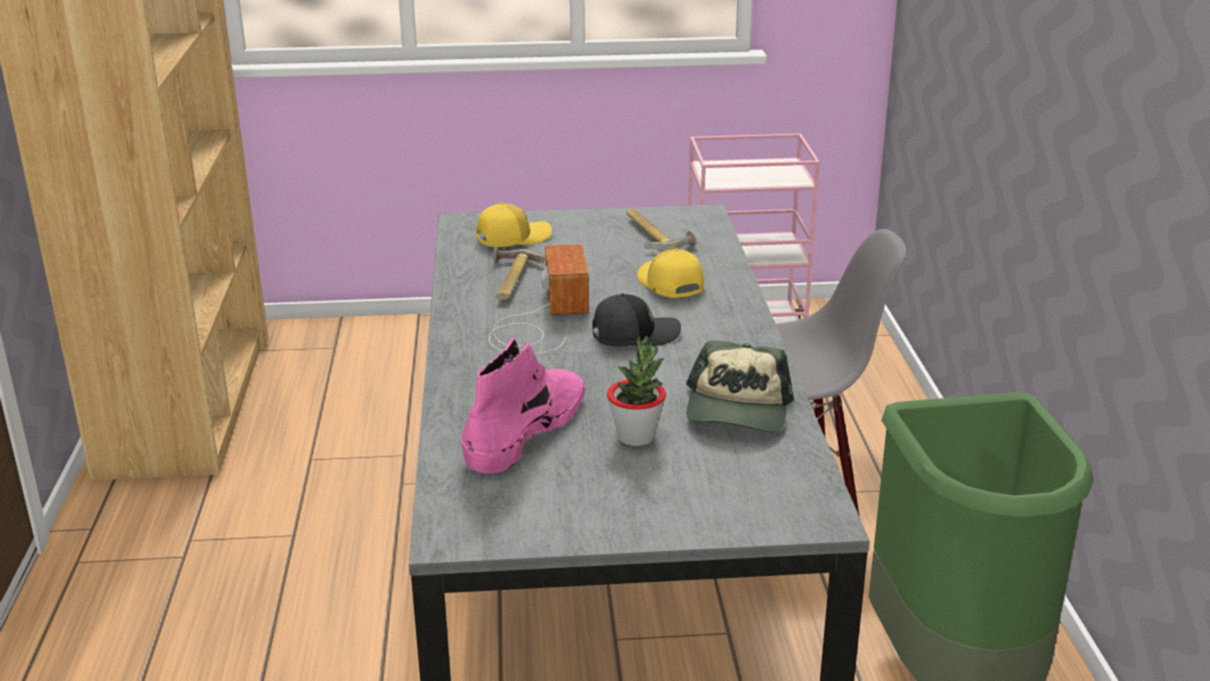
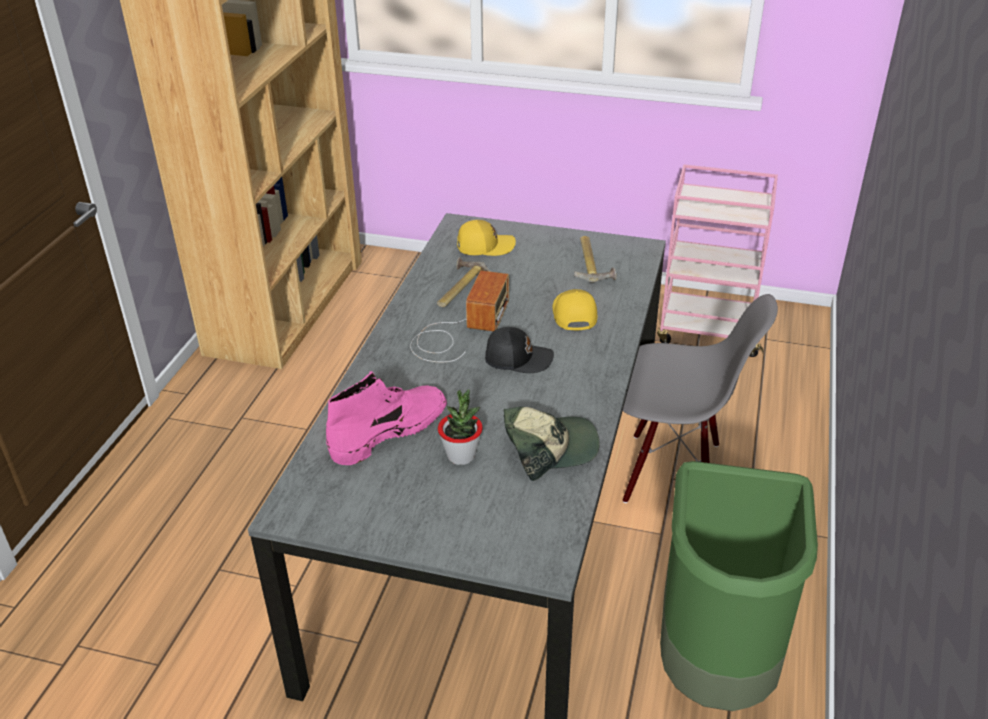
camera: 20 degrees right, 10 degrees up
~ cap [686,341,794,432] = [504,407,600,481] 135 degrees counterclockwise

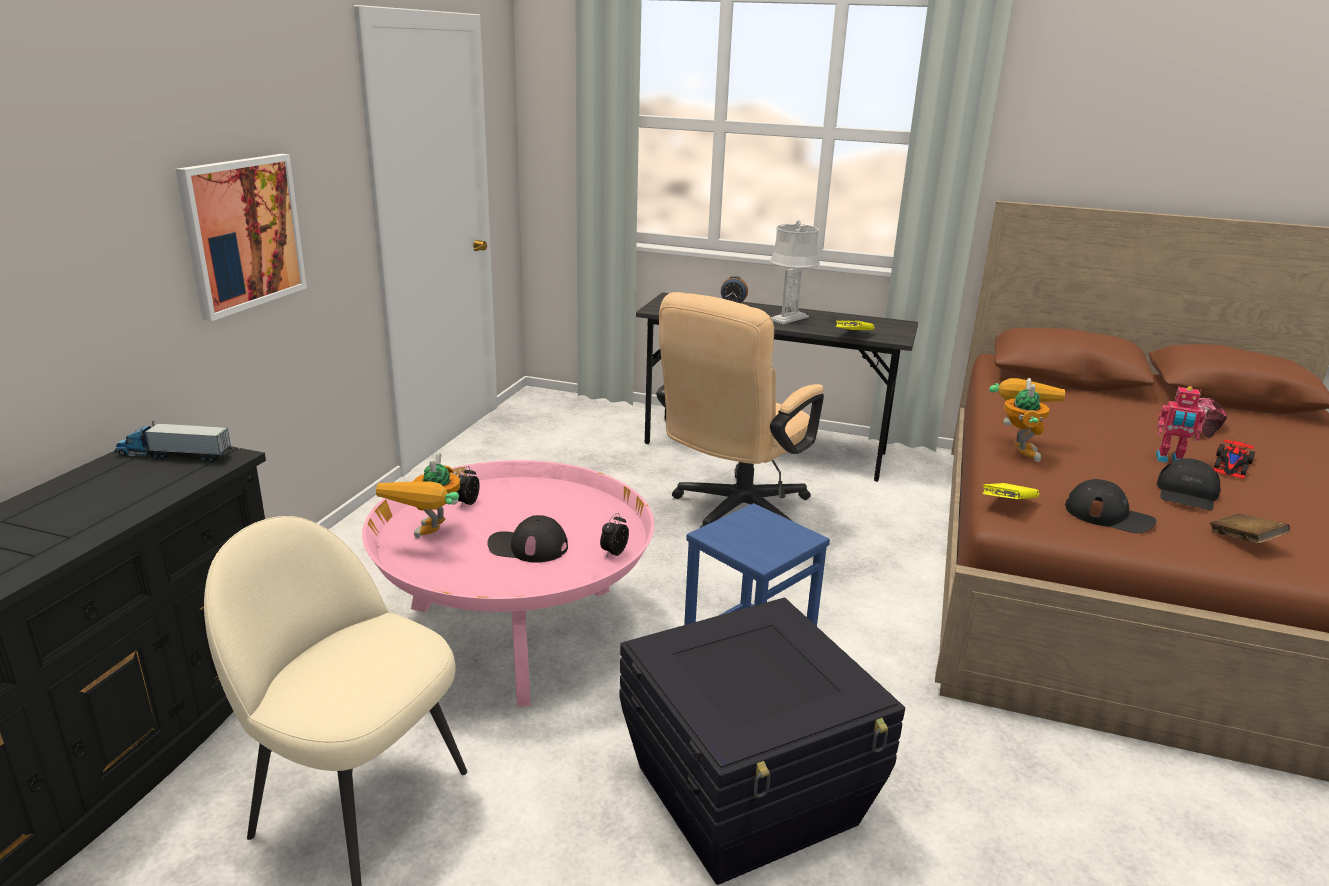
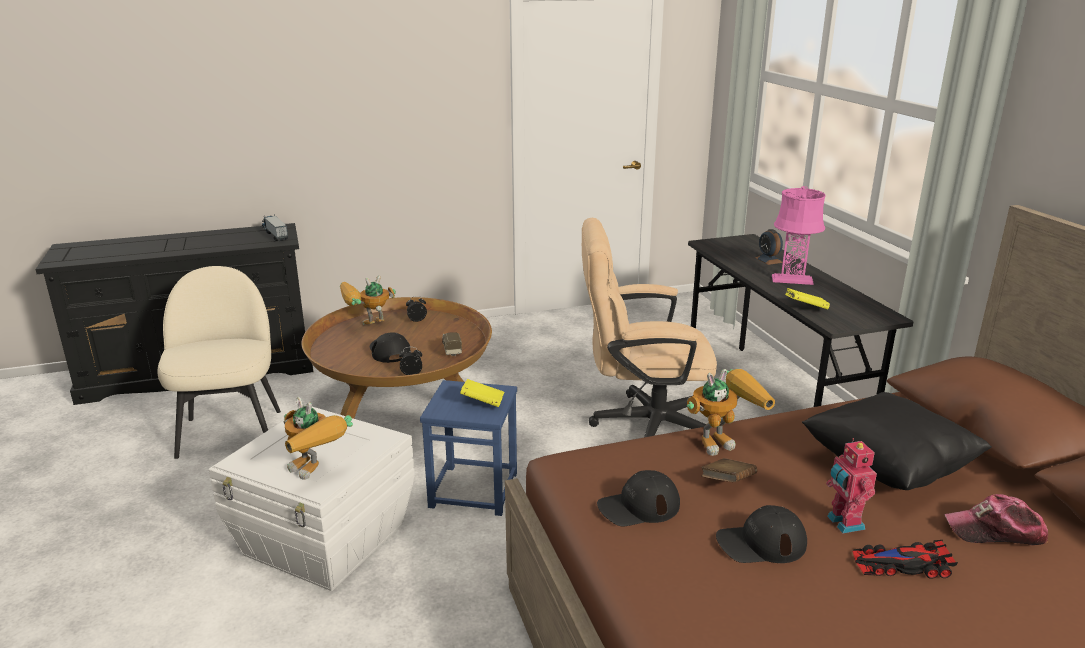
camera: 55 degrees right, 0 degrees up
~ storage box/black [619,598,905,885] to storage box/white [209,407,415,591]
+ toy robot [284,397,353,480]
~ coffee table/pink [362,460,654,707] to coffee table/brown [302,297,492,419]
+ toy truck [442,332,462,356]
~ book/yellow [982,483,1039,499] to [460,379,505,407]
~ cap/black [1065,479,1157,533] = [597,470,680,526] 75 degrees clockwise
~ book/brown [1210,514,1290,544] to [701,458,758,482]
~ table lamp/grey [770,220,820,324] to table lamp/pink [772,186,826,285]
+ pillow/black [802,392,992,490]
- picture [176,154,307,321]

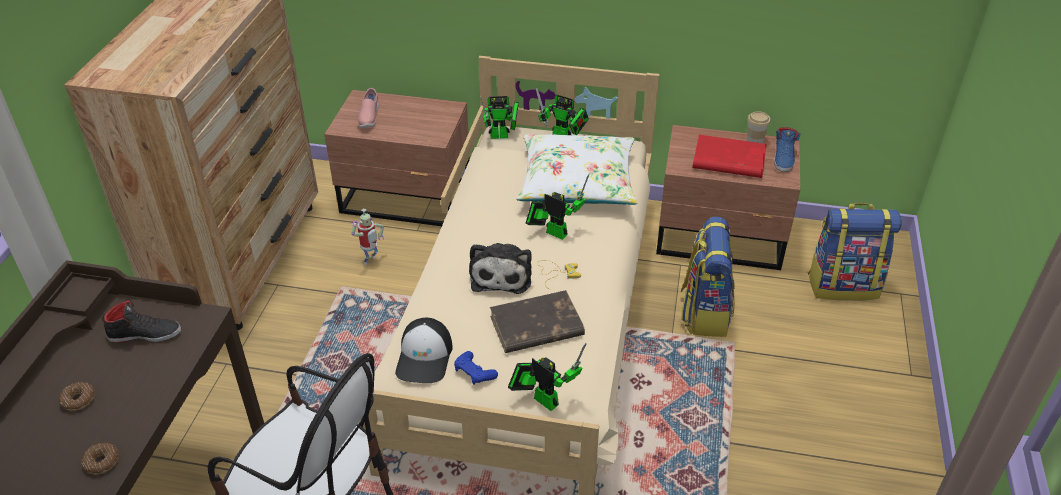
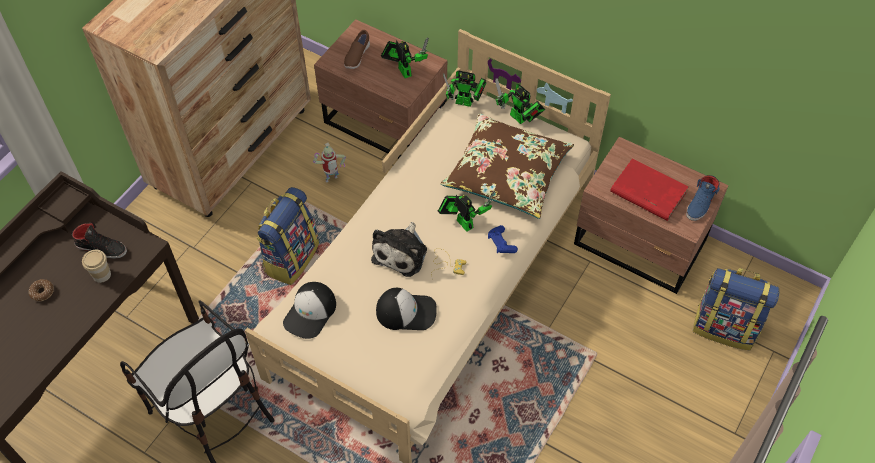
camera: 20 degrees right, 15 degrees up
~ cup [747,111,770,143] to [82,250,111,283]
~ backpack [681,217,735,337] to [256,187,319,285]
~ shoe/pink [358,88,379,128] to shoe/brown [344,30,370,69]
~ book/brown [490,290,585,353] to cap [376,288,437,330]
~ toy robot [508,343,587,411] to [381,37,429,78]
~ pillow/white [516,134,637,205] to pillow/brown [440,113,574,219]
~ game controller/blue [454,351,498,385] to [488,225,518,253]
- donut [81,443,119,474]

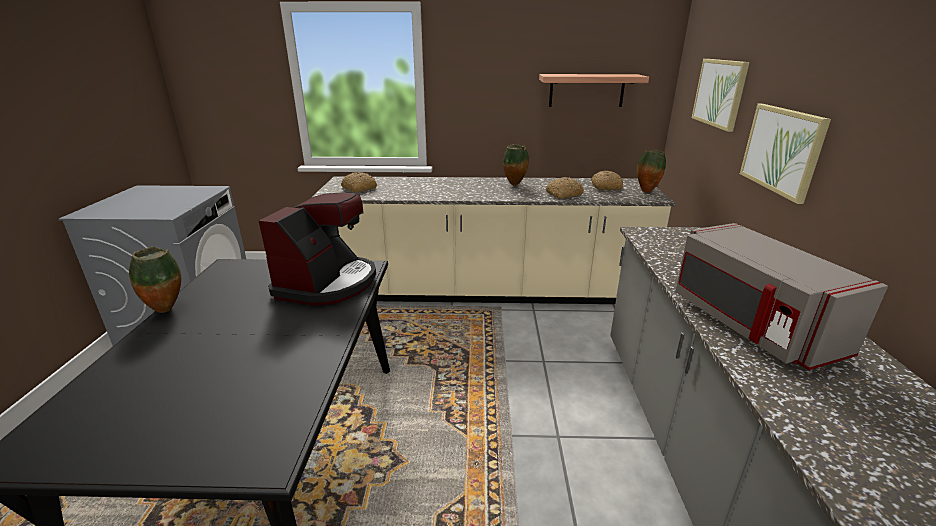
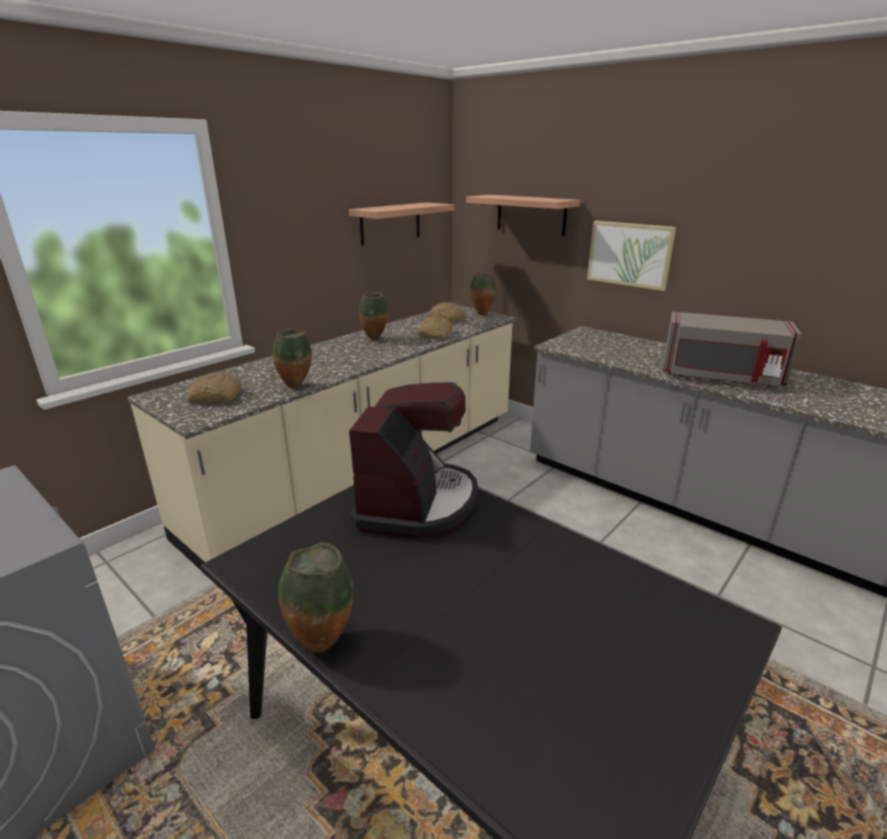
camera: 50 degrees left, 0 degrees up
+ vase [273,328,312,388]
~ coffee machine [259,192,376,306] = [349,382,478,538] 45 degrees clockwise
~ picture [692,59,750,132] to shelf [466,195,580,236]

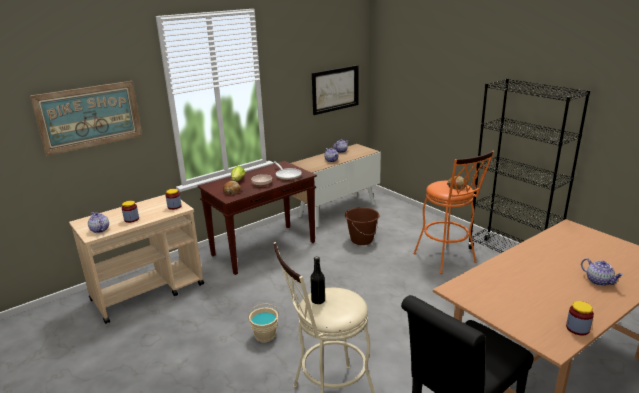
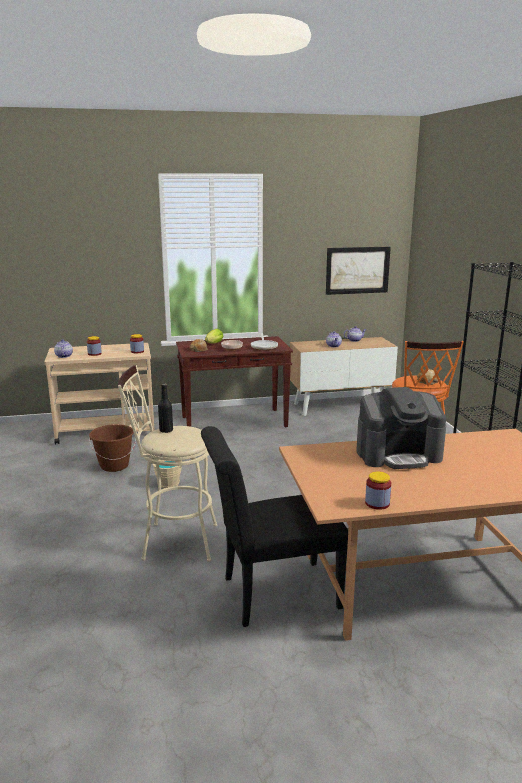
camera: 25 degrees right, 5 degrees down
~ bucket/brown [345,207,379,245] to [89,424,136,472]
+ coffee machine [356,387,446,469]
- picture [30,81,142,156]
- teapot [581,258,624,286]

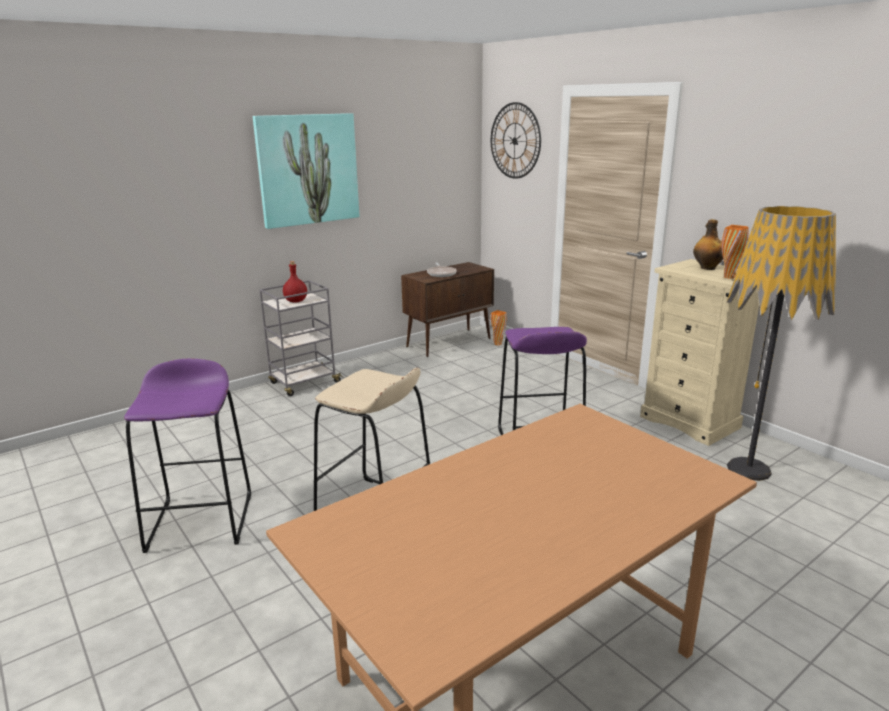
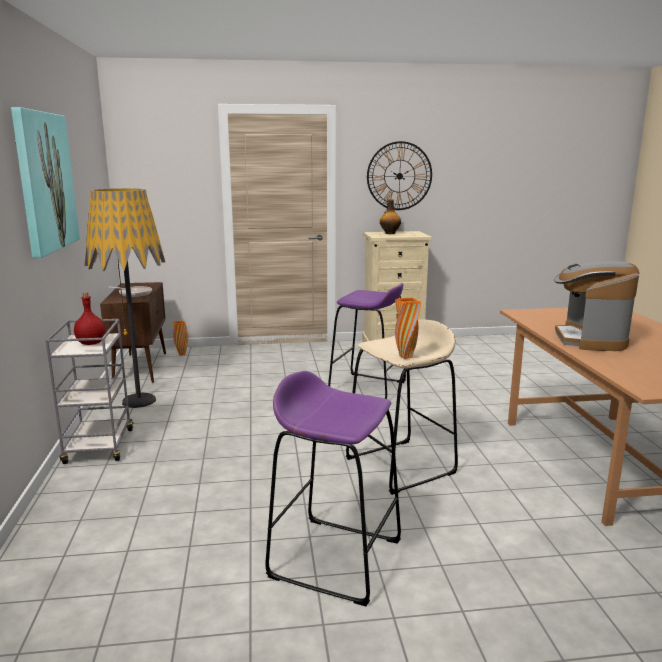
camera: 60 degrees left, 5 degrees down
~ floor lamp [727,206,836,481] to [84,188,165,408]
~ wall clock [491,102,541,179] to [367,141,432,210]
~ vase/orange [722,225,749,279] to [395,297,421,359]
+ coffee machine [554,261,640,351]

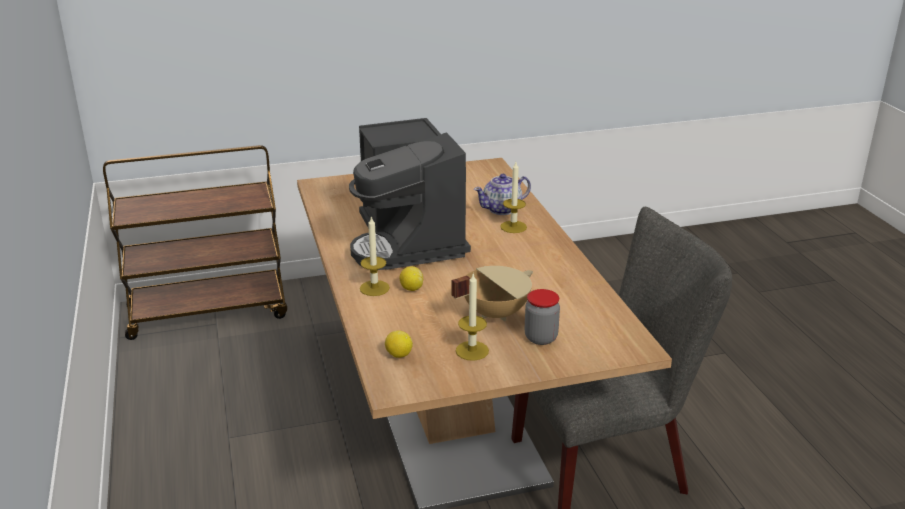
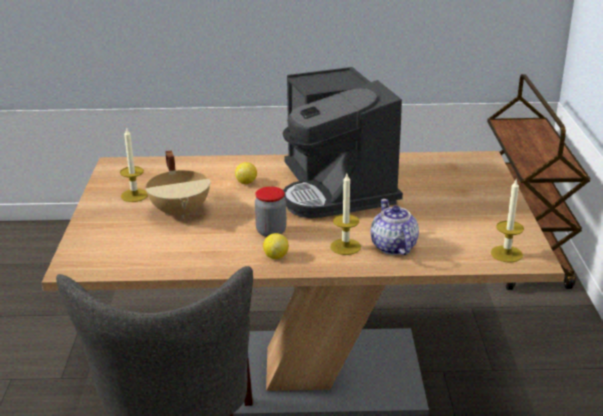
camera: 105 degrees right, 0 degrees up
~ jar [525,289,560,345] to [255,186,287,237]
~ lemon [385,330,413,358] to [263,233,289,259]
~ coffee machine [349,118,471,270] = [283,67,403,218] 105 degrees counterclockwise
~ candle [360,216,390,296] to [491,180,524,262]

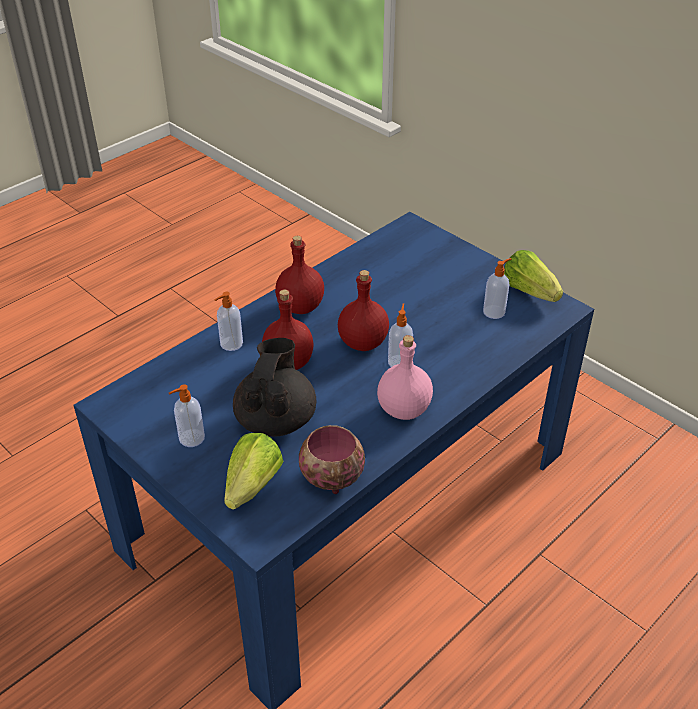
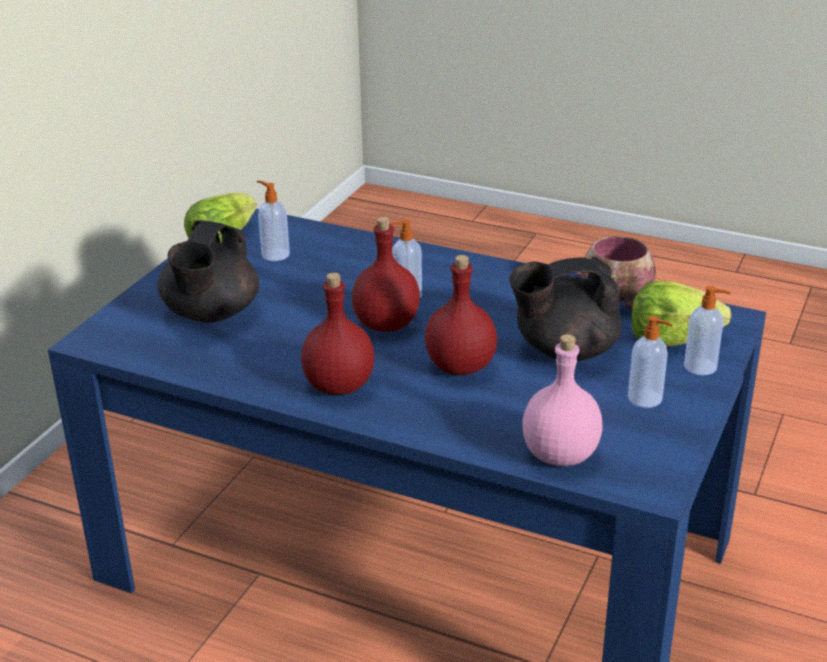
camera: 110 degrees left, 10 degrees down
+ teapot/black [158,220,259,322]
~ bottle/pink [377,335,433,420] to [522,334,603,466]
~ soap dispenser [215,292,243,351] to [684,286,731,376]

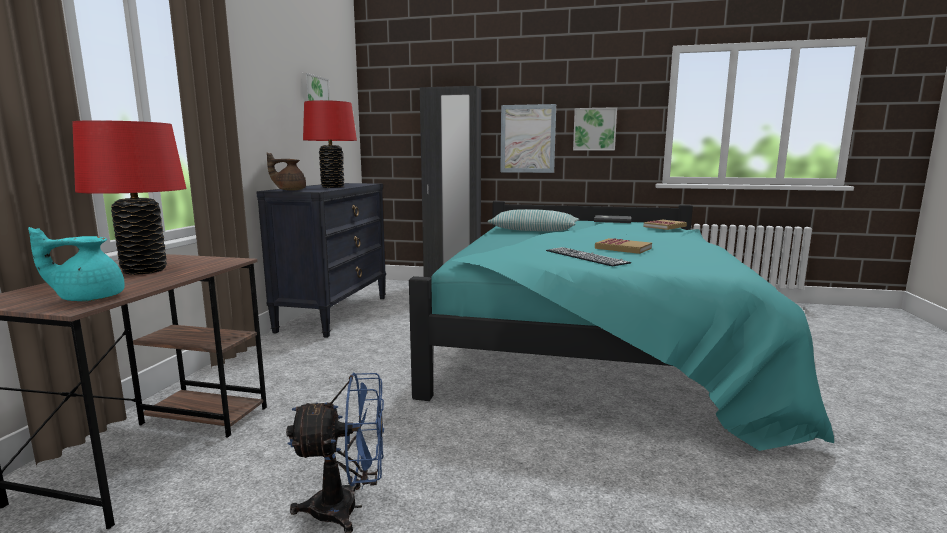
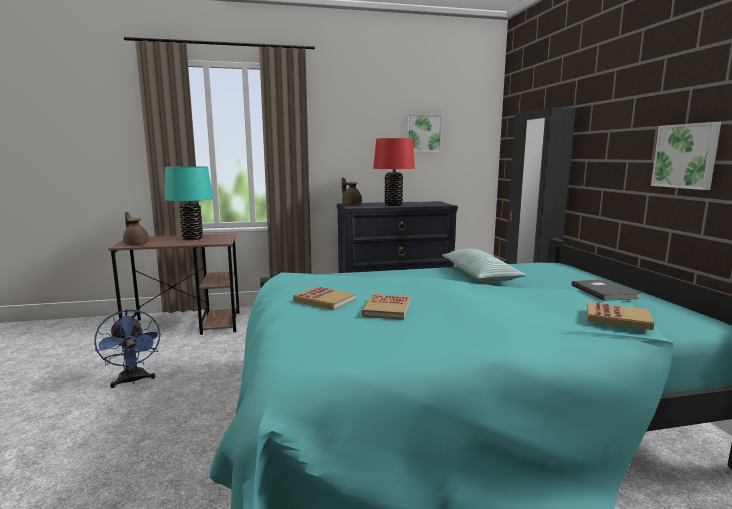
camera: 65 degrees right, 0 degrees up
~ teapot/turquoise [28,227,125,301] to teapot/brown [123,212,149,245]
~ table lamp/red [72,120,186,275] to table lamp/turquoise [165,166,213,240]
~ keyboard [546,247,631,266] to book [293,286,356,310]
- picture [500,104,556,173]

